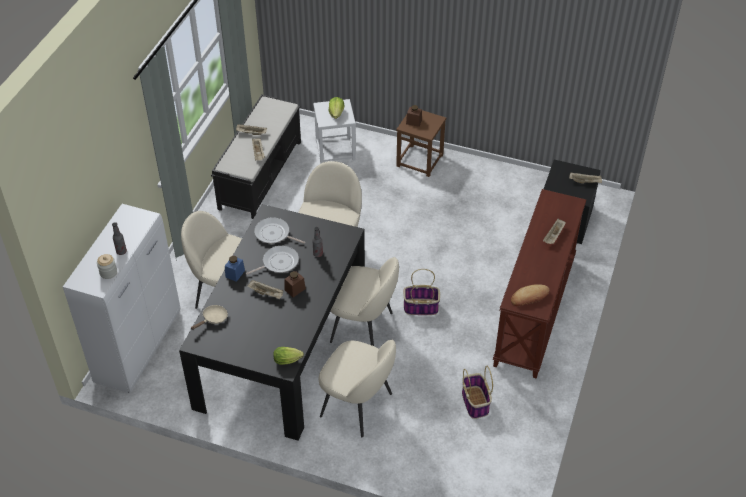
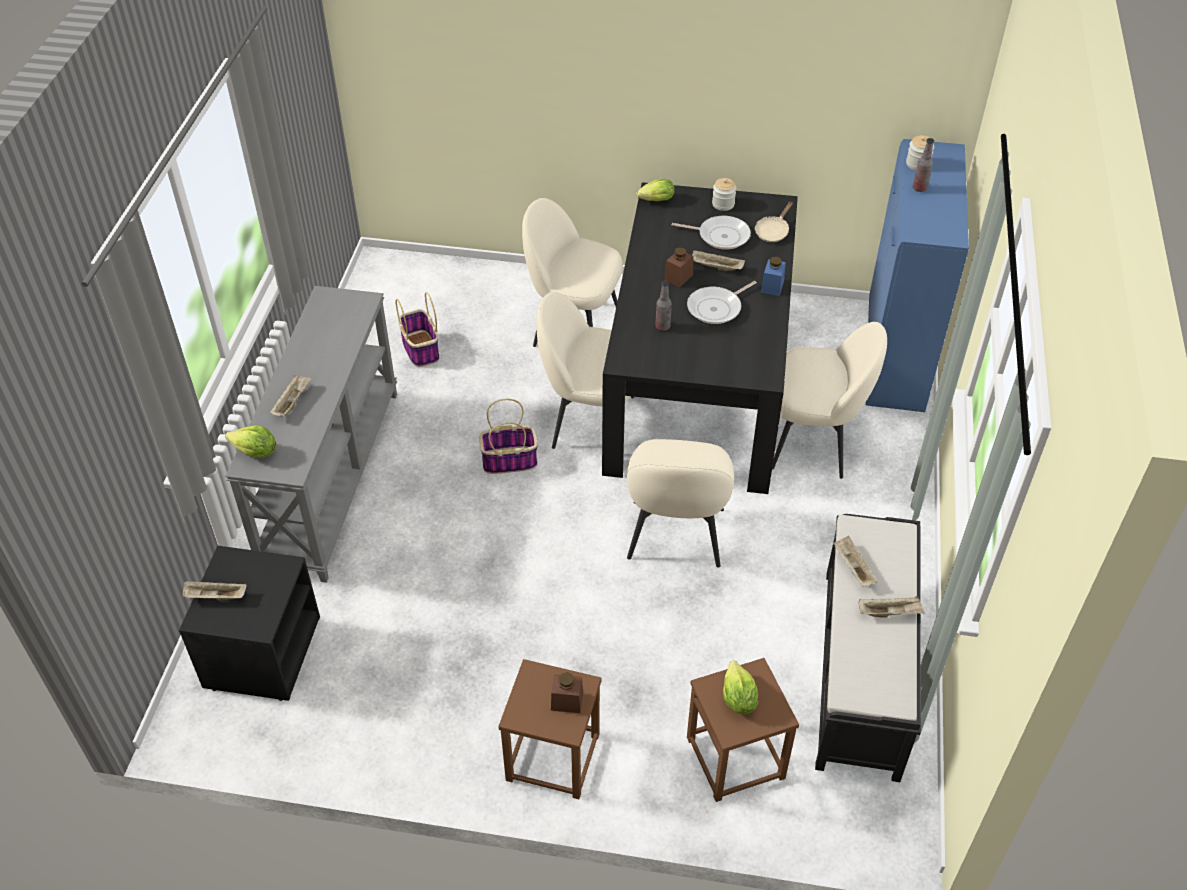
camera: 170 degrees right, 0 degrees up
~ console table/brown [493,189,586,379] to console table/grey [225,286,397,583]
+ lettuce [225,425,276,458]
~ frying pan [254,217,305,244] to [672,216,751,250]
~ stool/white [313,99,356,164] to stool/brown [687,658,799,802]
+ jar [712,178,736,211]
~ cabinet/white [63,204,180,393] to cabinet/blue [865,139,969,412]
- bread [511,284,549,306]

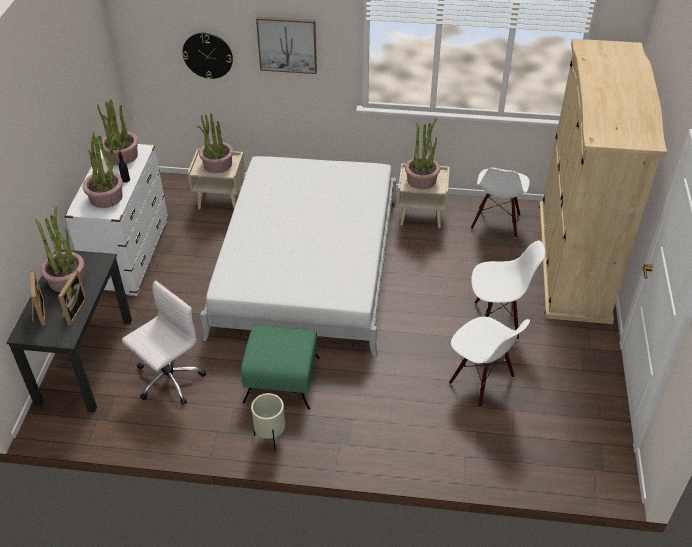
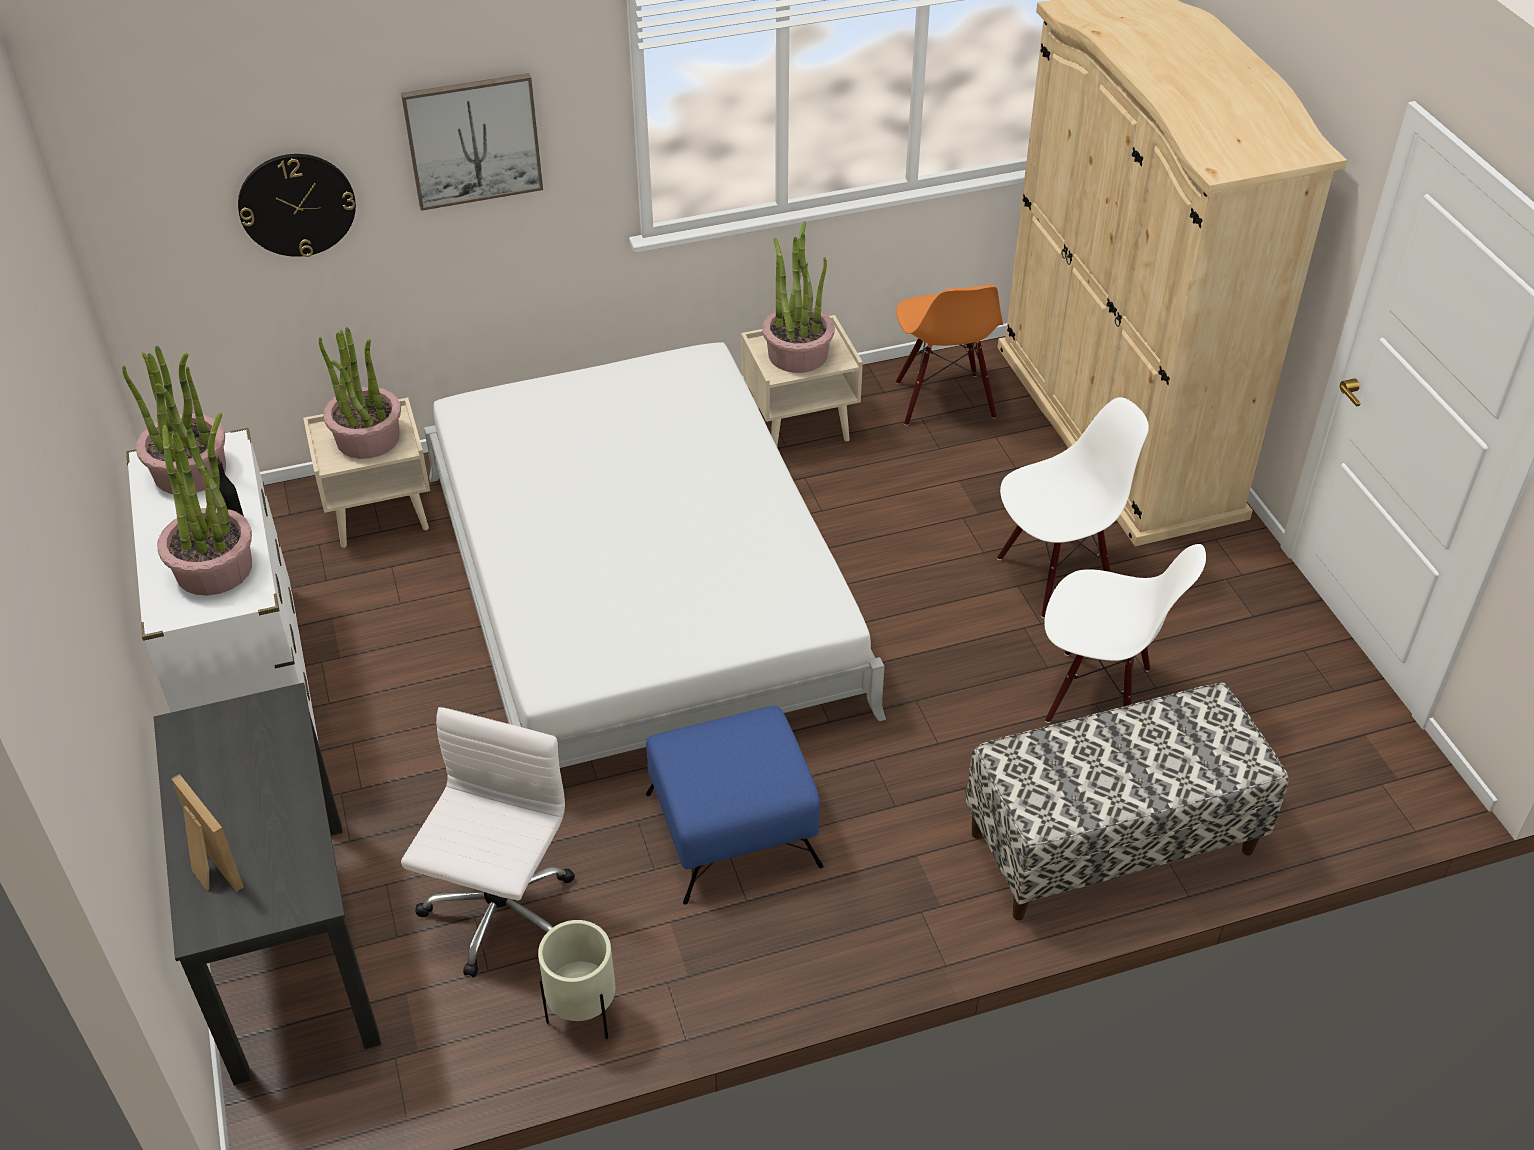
camera: 25 degrees left, 0 degrees up
~ planter/beige [251,393,285,451] to [538,920,615,1039]
~ ottoman/green [241,325,319,410] to ottoman/blue [646,706,823,905]
~ chair/white [471,168,530,238] to chair/orange [896,285,1003,426]
+ bench [966,683,1289,920]
- potted plant [35,206,84,292]
- picture frame [58,270,87,325]

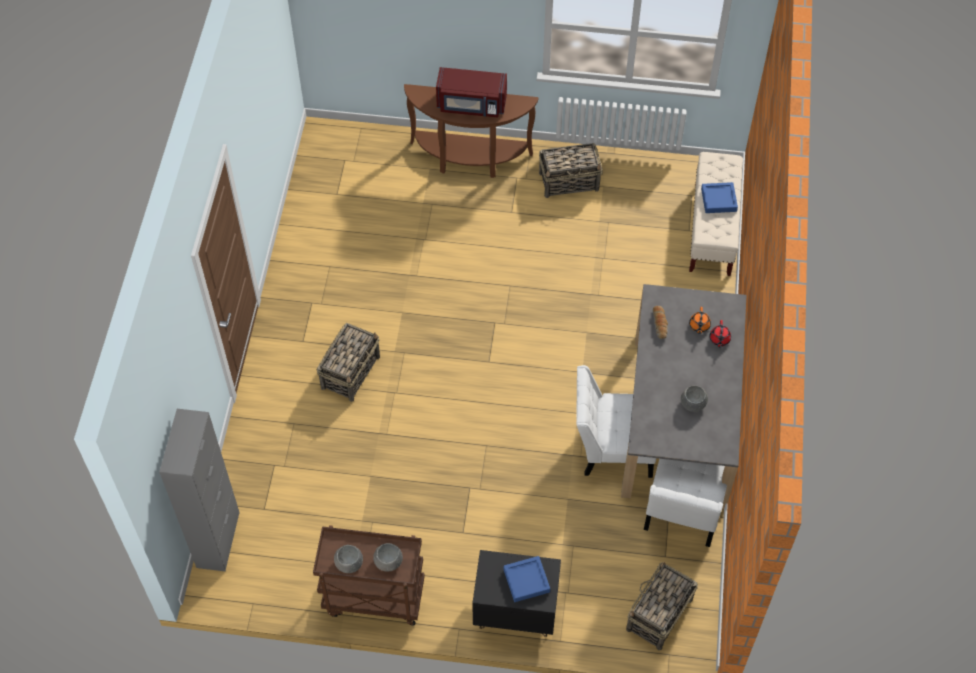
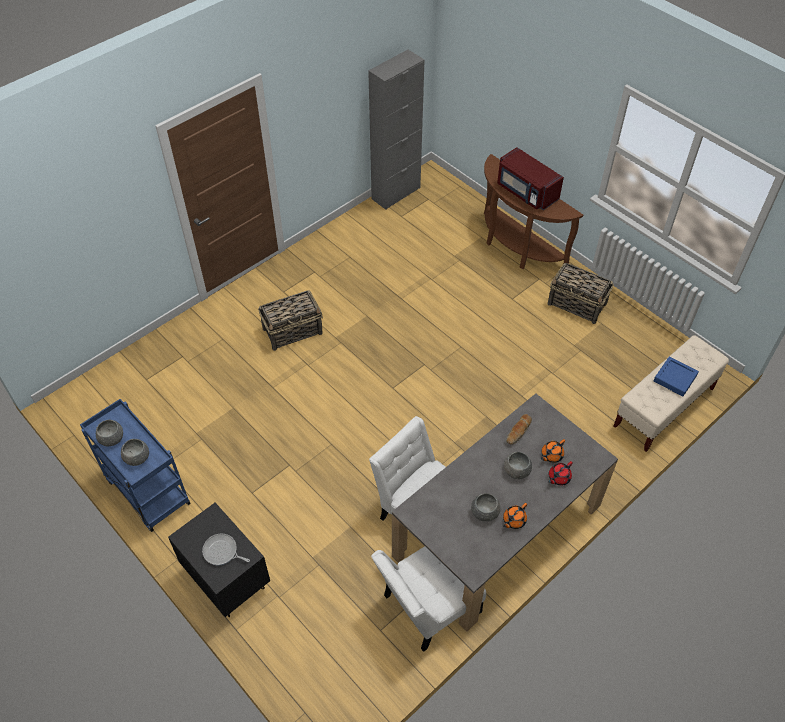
camera: 40 degrees right, 5 degrees down
~ cart/brown [313,525,425,626] to cart/blue [80,399,191,532]
~ tray/blue [503,556,550,602] to frying pan [202,534,250,565]
~ cabinet/grey [159,409,240,571] to [368,50,425,210]
+ teapot/orange [503,503,527,529]
+ bowl/grey [504,452,532,479]
- basket [626,562,698,651]

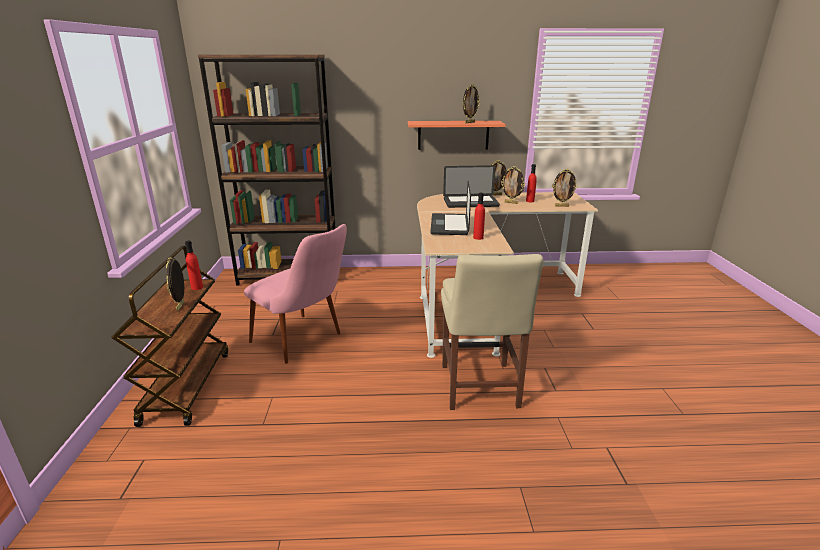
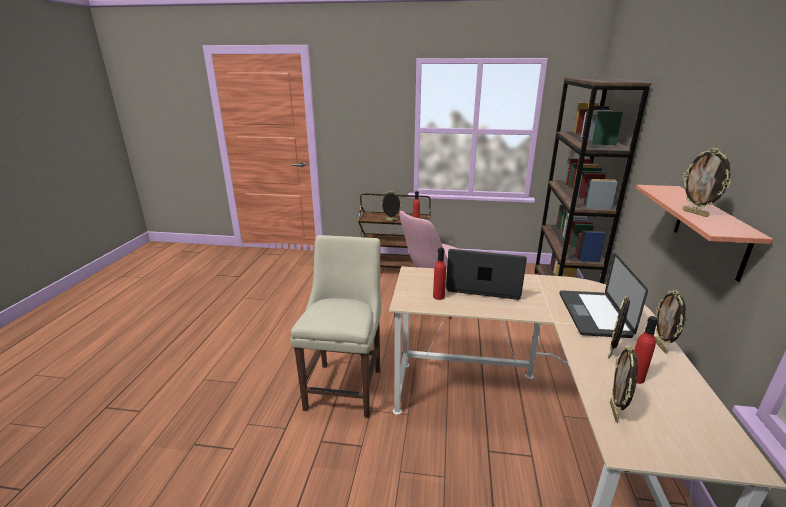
camera: 100 degrees right, 0 degrees up
~ chair/beige [441,254,543,410] = [290,235,381,418] 90 degrees clockwise

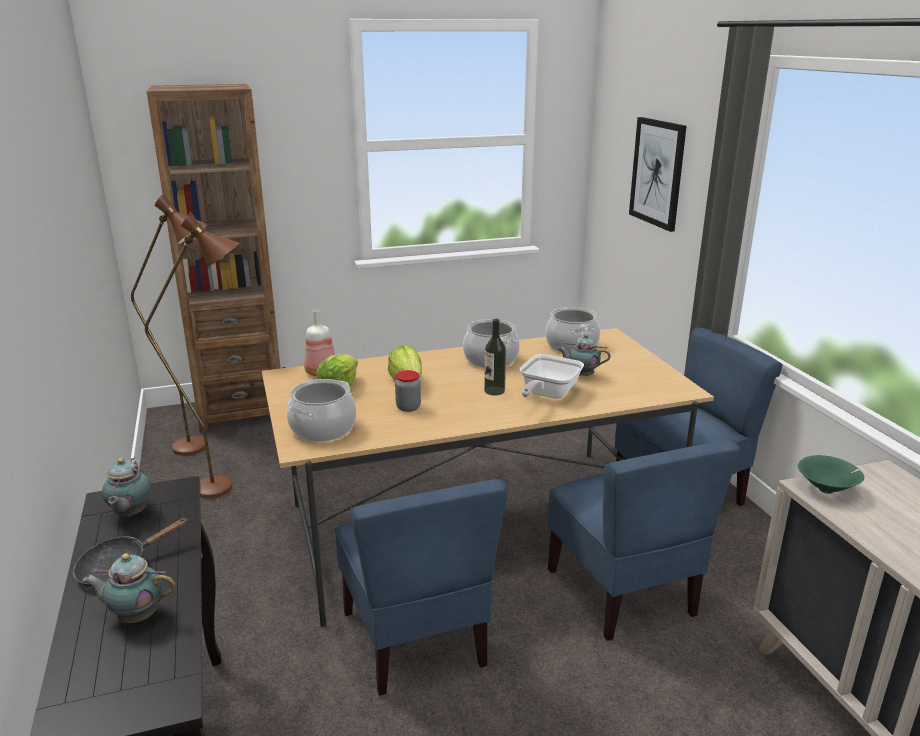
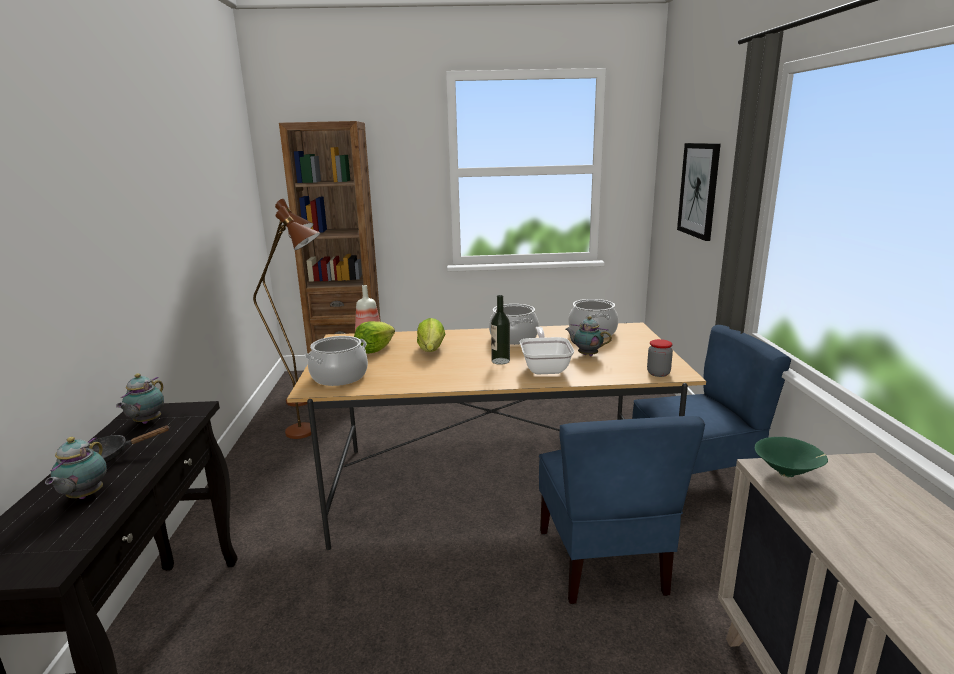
camera: 15 degrees right, 5 degrees down
~ teapot [82,553,176,623] = [45,437,107,499] 105 degrees counterclockwise
~ frying pan [520,354,584,399] = [520,327,574,374] 135 degrees clockwise
~ jar [395,370,421,412] to [647,339,673,377]
- chair/blue [335,479,508,696]

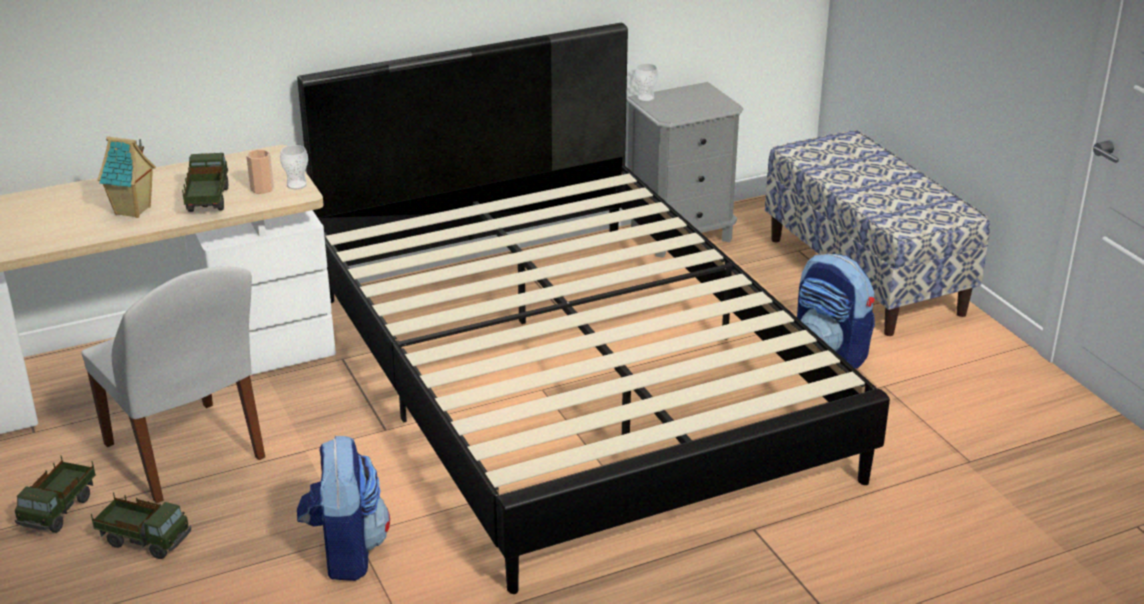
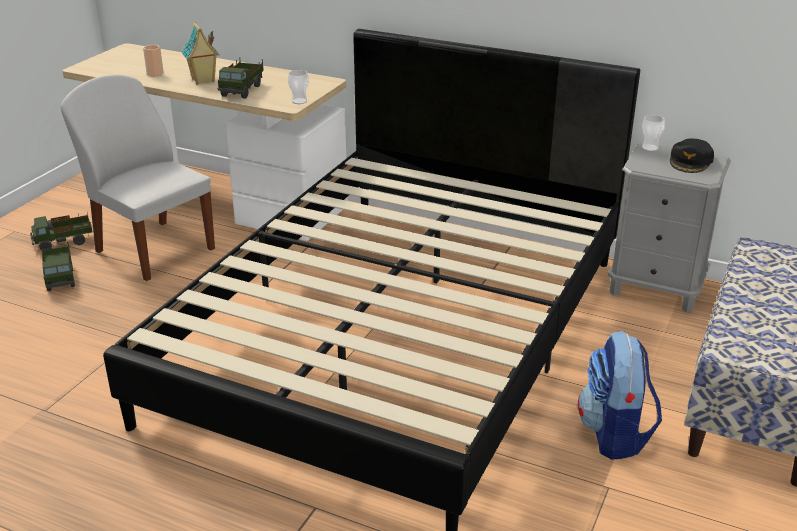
camera: 50 degrees right, 0 degrees up
~ chair/white [81,266,265,503] = [60,75,215,281] 120 degrees clockwise
~ cup [246,149,274,194] to [143,45,164,77]
~ toy truck [182,153,228,212] = [218,57,264,99] 150 degrees clockwise
+ cap/black [670,139,714,173]
- backpack [297,436,390,581]

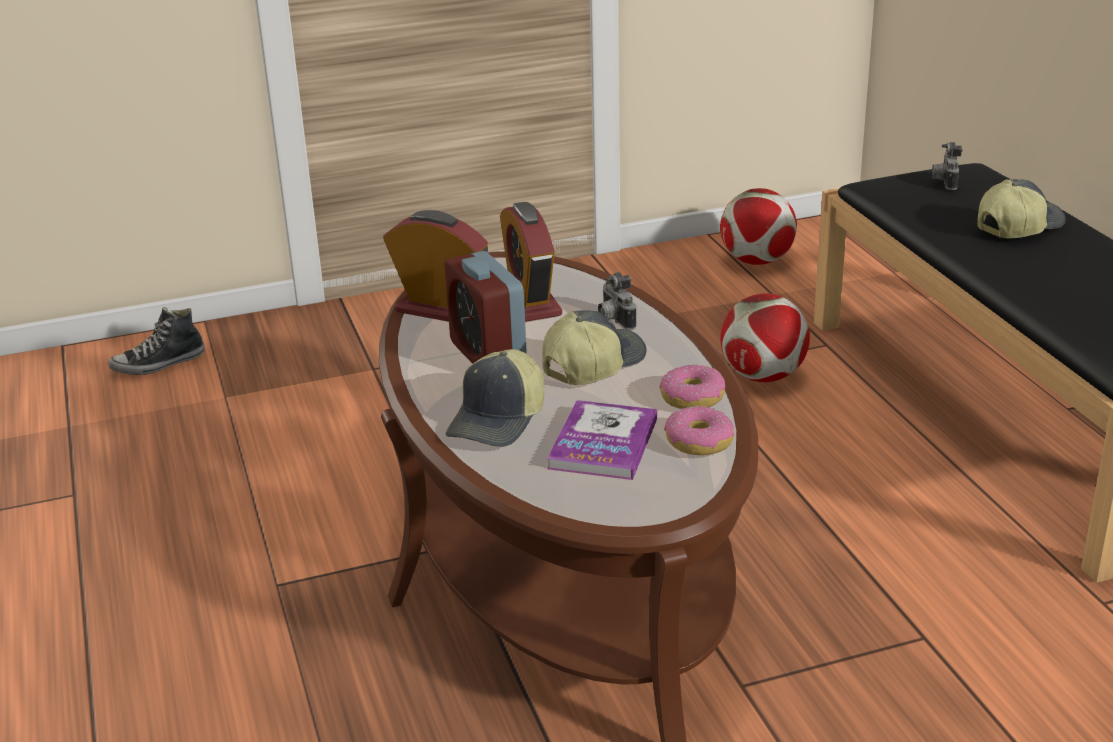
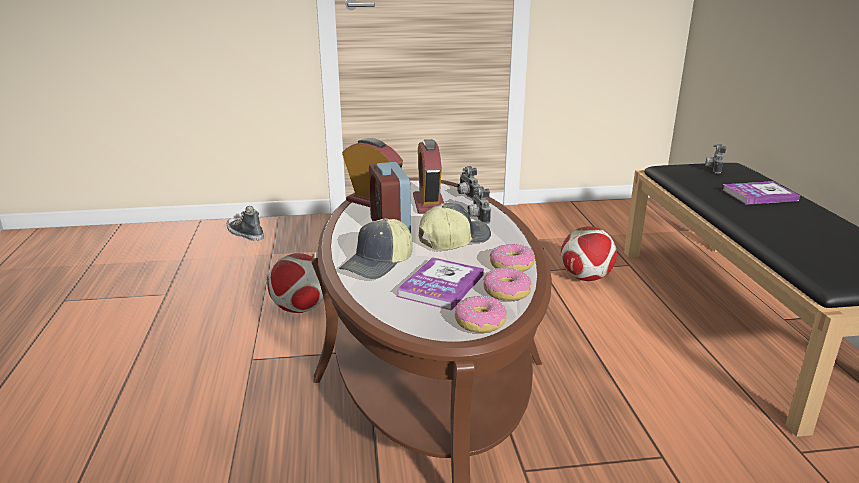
camera: 10 degrees right, 5 degrees down
~ shoe [108,307,204,375] = [227,206,264,241] 60 degrees clockwise
~ football [720,188,797,265] to [267,253,323,313]
+ donut [455,296,507,333]
+ photo camera [457,166,480,200]
~ cap [977,179,1066,238] to book [723,181,800,205]

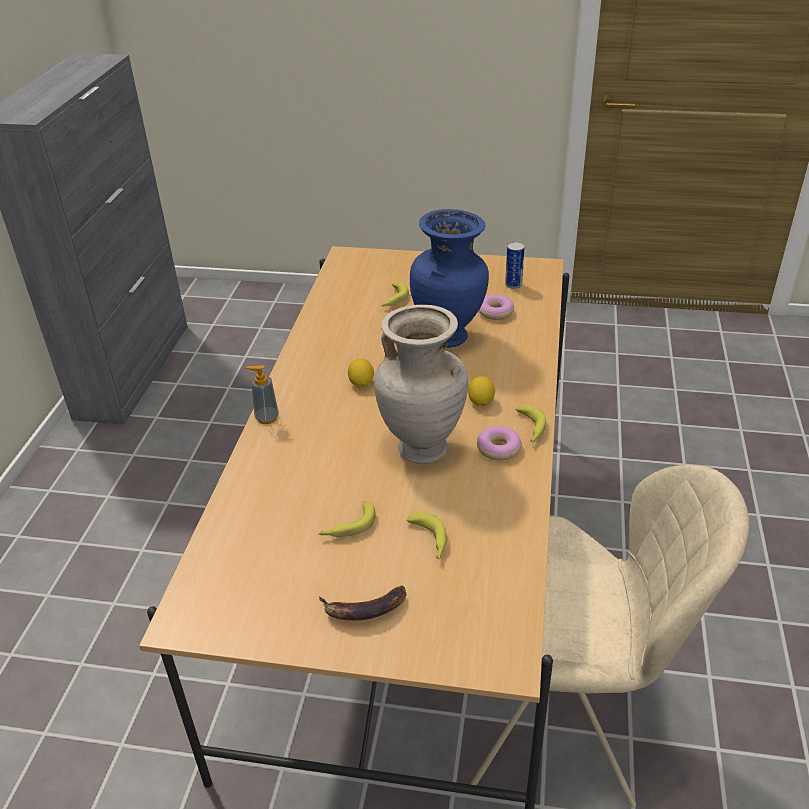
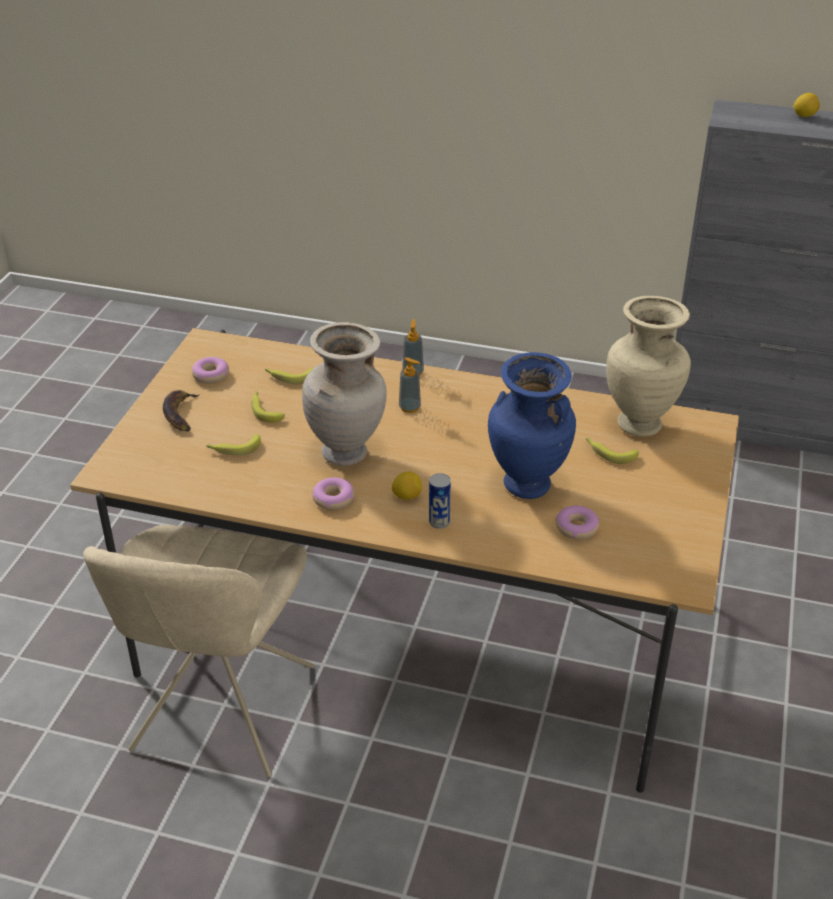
camera: 95 degrees right, 0 degrees up
+ donut [192,357,229,384]
~ banana [516,405,546,443] to [264,368,313,384]
+ soap dispenser [399,357,421,413]
~ can [505,242,525,289] to [429,473,451,529]
+ vase/beige [606,296,691,437]
~ lemon [348,359,374,388] to [794,93,820,117]

